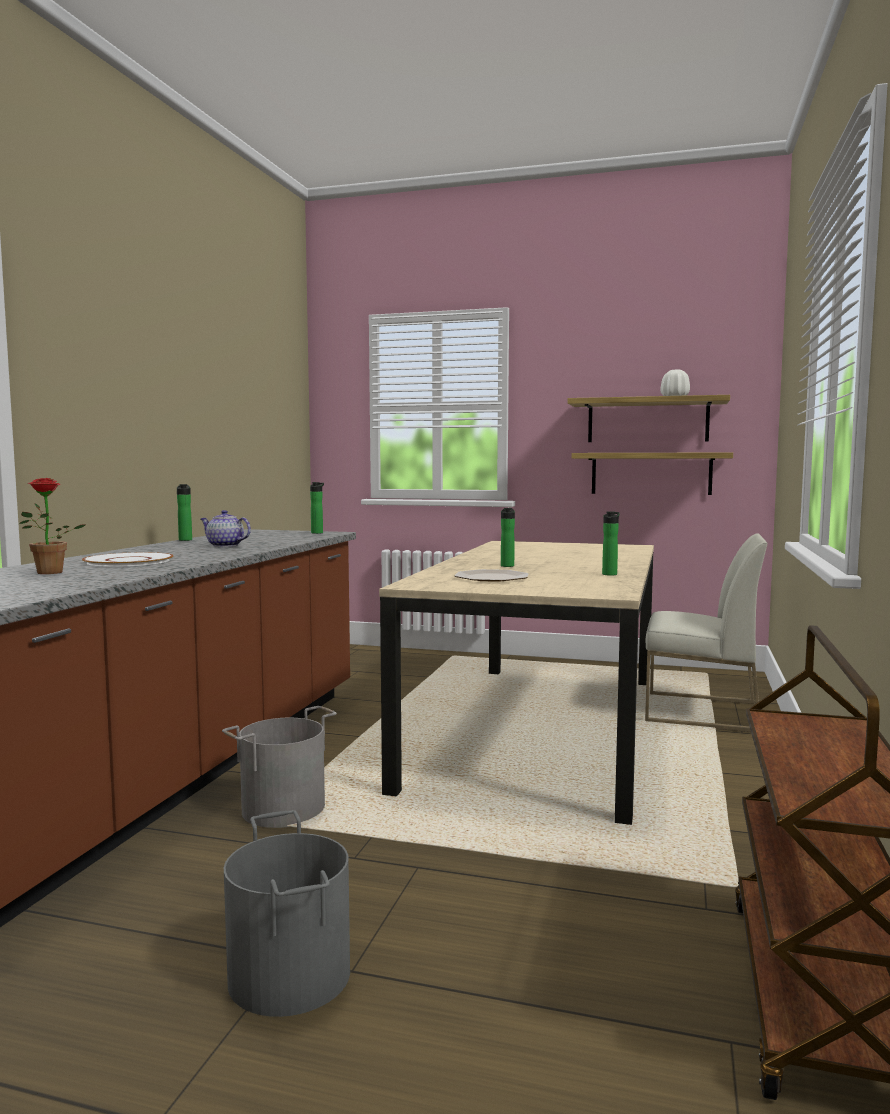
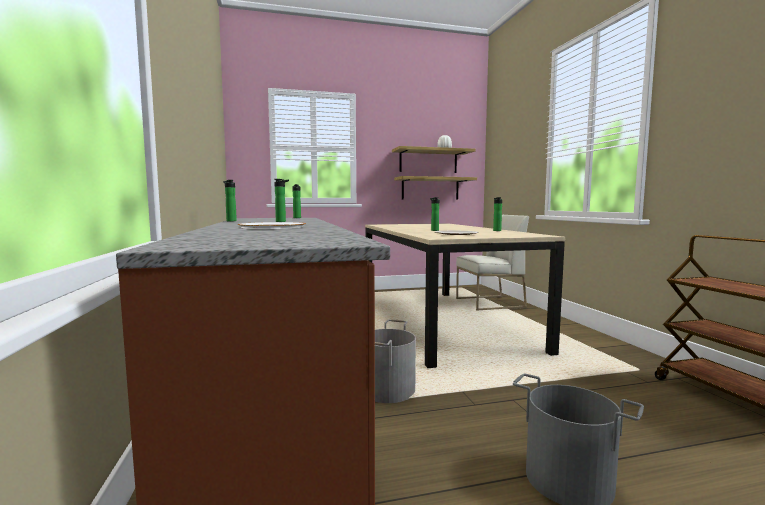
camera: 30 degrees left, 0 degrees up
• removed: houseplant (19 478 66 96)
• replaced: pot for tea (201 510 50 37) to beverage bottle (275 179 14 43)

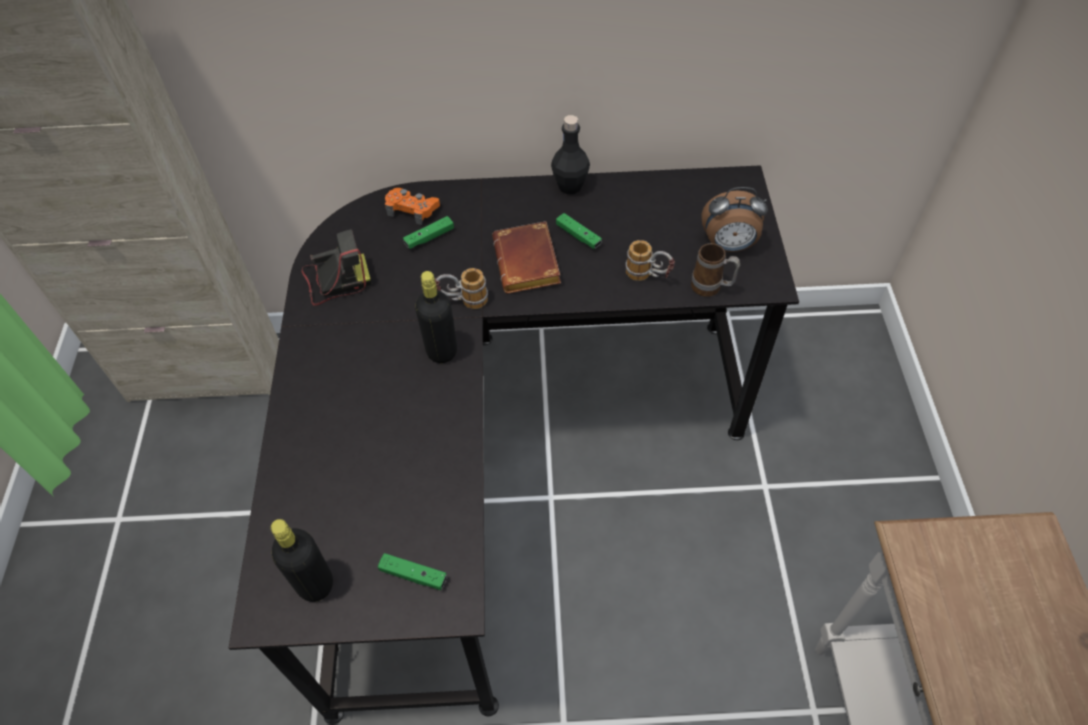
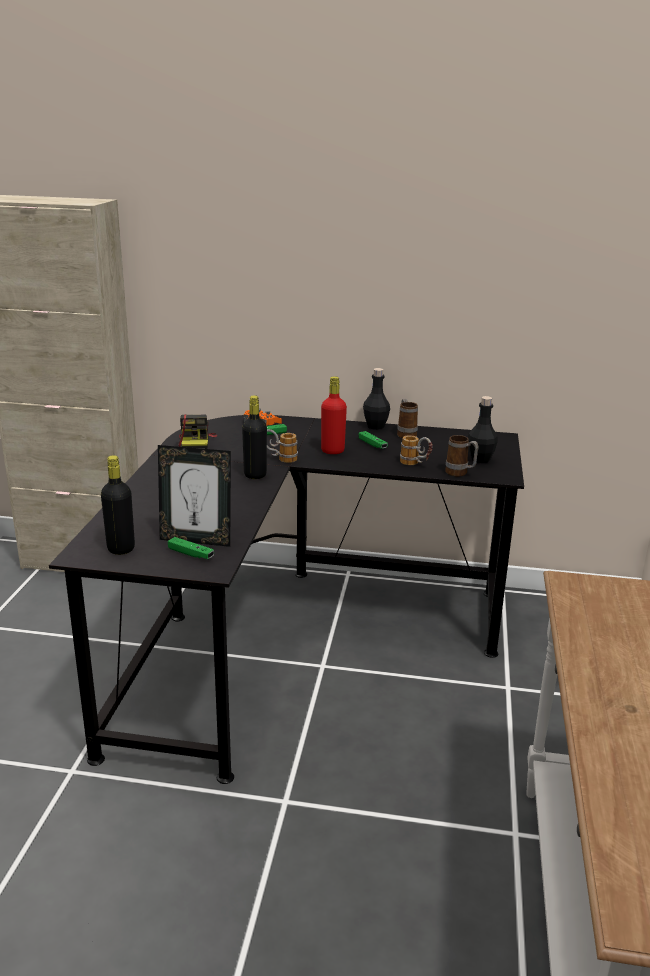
camera: 10 degrees right, 30 degrees down
• replaced: table clock (702 187 66 65) to beverage bottle in black-coloured (468 396 30 67)
• replaced: volume in brownish (492 221 69 72) to beverage bottle in reddish (321 376 26 78)
• turned: photo camera (302 229 69 77) = (178 414 39 35) 90 degrees clockwise
• added: coffee mug (397 399 21 39)
• added: photo frame (158 445 73 102)

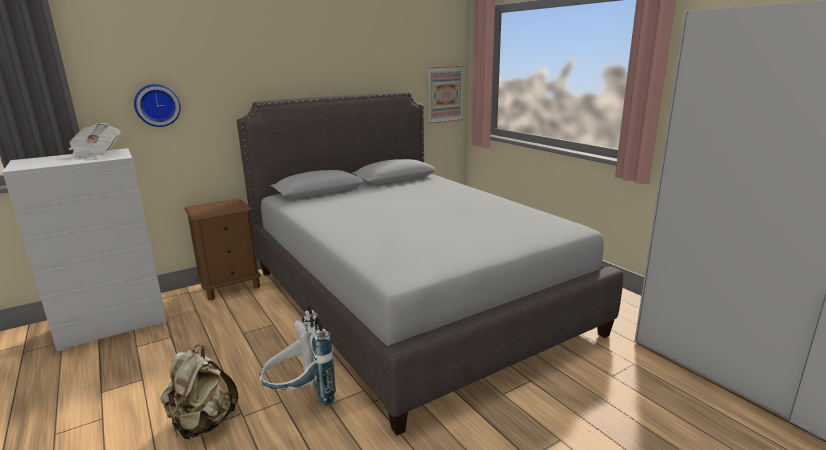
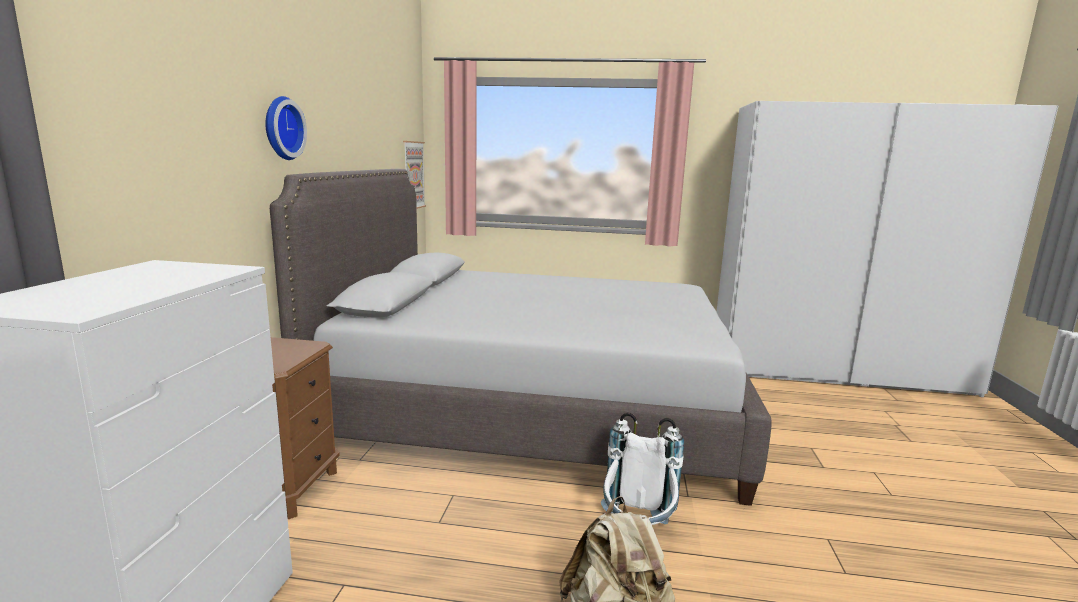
camera: 50 degrees left, 5 degrees down
• moved: hanging clock (134 84 47 43) to (265 96 42 64)
• removed: printed paper (69 123 52 37)

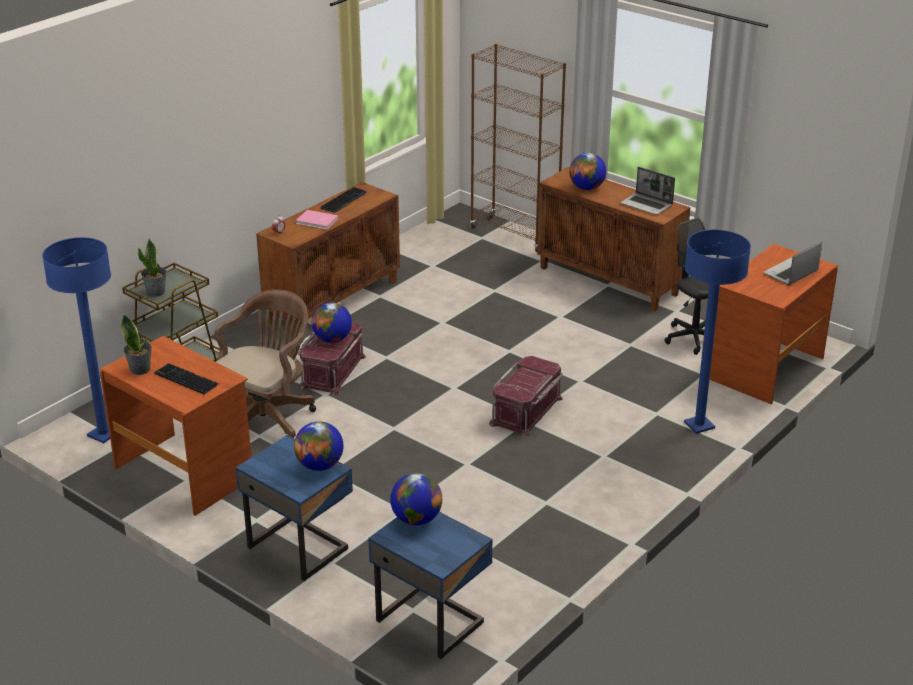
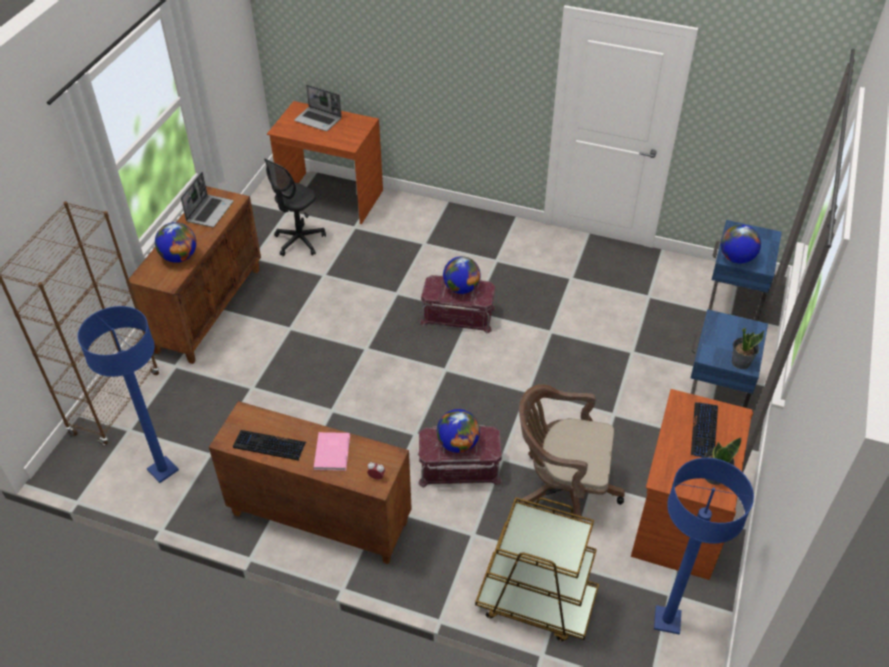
camera: 110 degrees left, 15 degrees up
• moved: standing lamp in bluish (684 230 67 204) to (78 306 101 177)
• moved: houseplant (138 239 28 58) to (732 328 32 41)
• moved: desk globe (294 421 50 50) to (443 256 38 38)

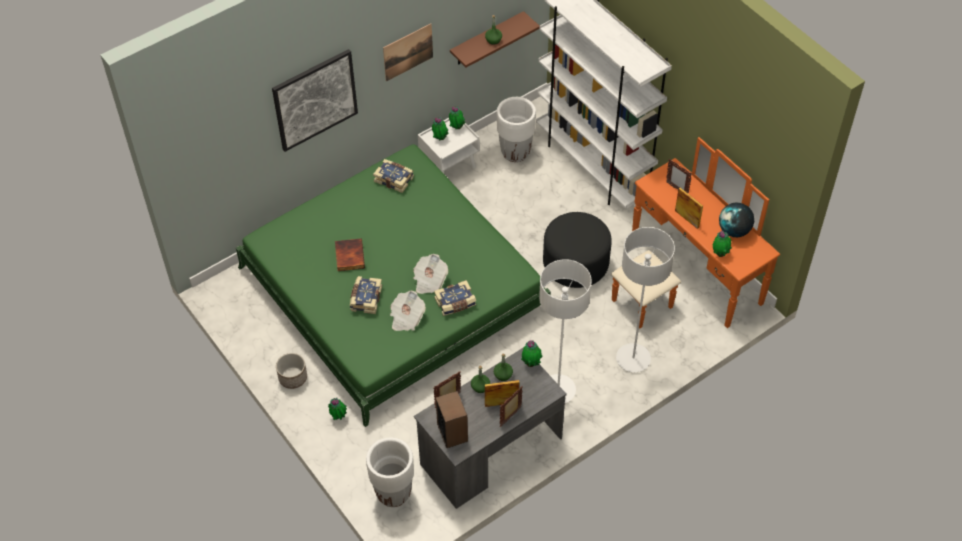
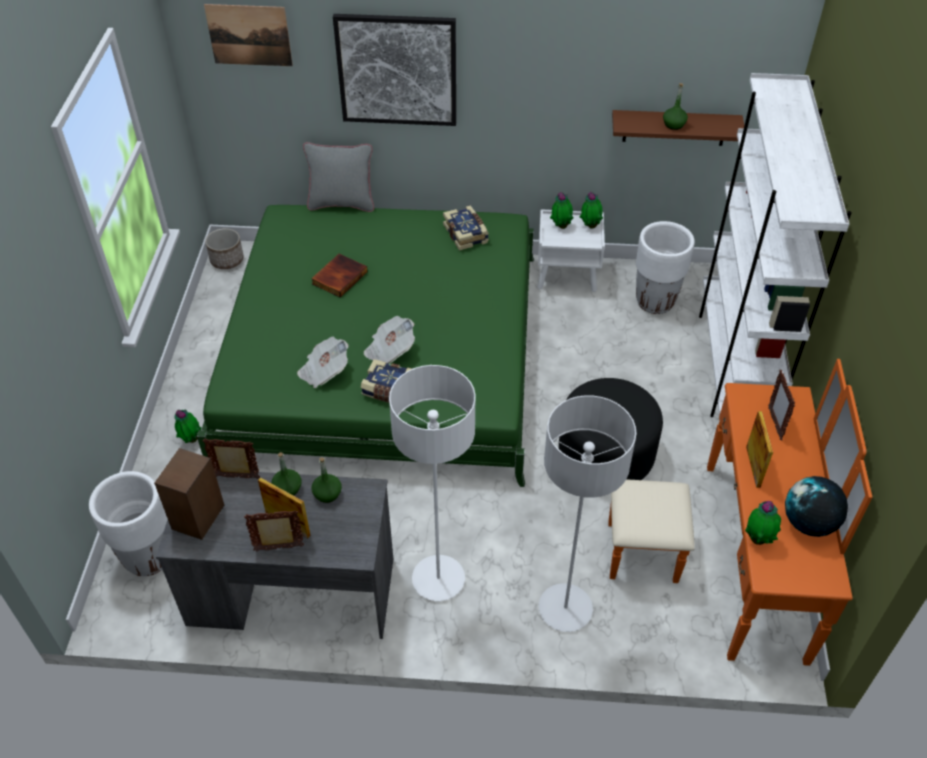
camera: 40 degrees right, 5 degrees down
• moved: wall picture (383 23 50 59) to (204 4 89 62)
• removed: volume (350 276 32 38)
• removed: houseplant (521 340 22 27)
• moved: flower pot (276 353 31 36) to (205 228 39 41)
• added: throw pillow in grey (303 142 71 70)

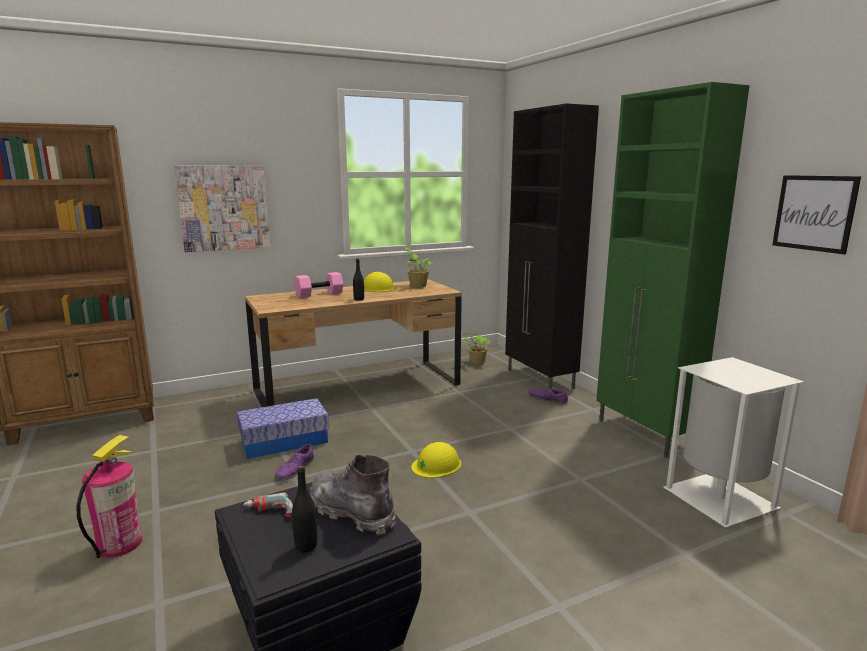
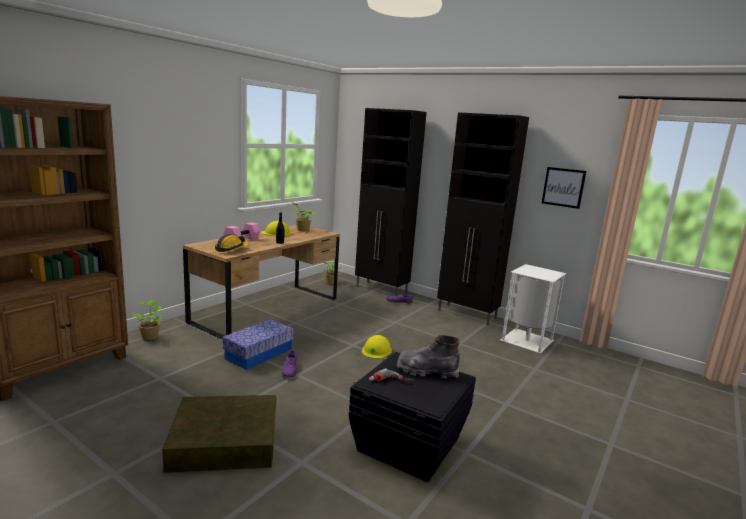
camera: 30 degrees left, 0 degrees up
• recoloured: cabinet in greenish (596 82 154 376) to cabinet in black-coloured (437 112 92 213)
• removed: wall picture (174 165 96 87)
• replaced: extinguisher (76 435 66 123) to storage box in brownish (162 395 115 78)
• removed: beverage bottle in black-coloured (292 465 25 87)
• added: safety helmet (213 234 35 19)
• added: houseplant (132 299 31 41)

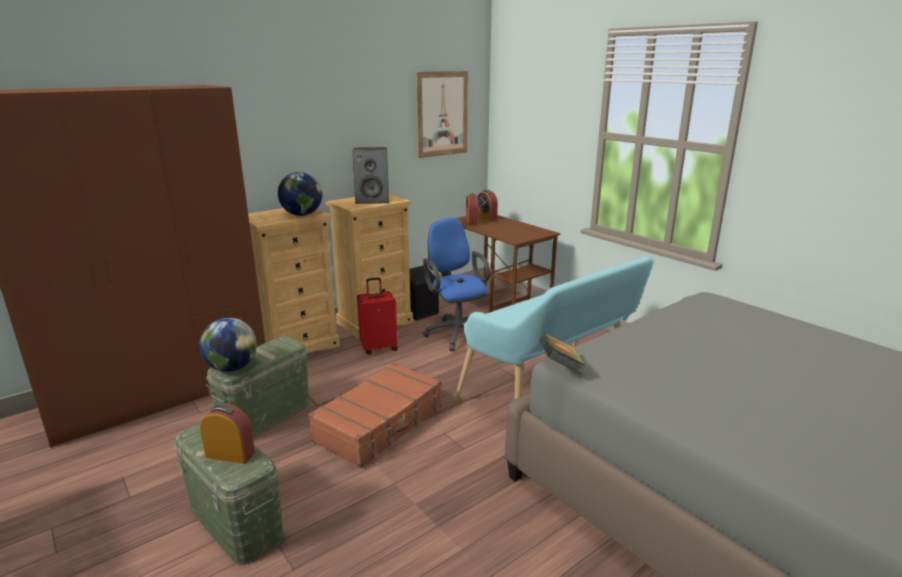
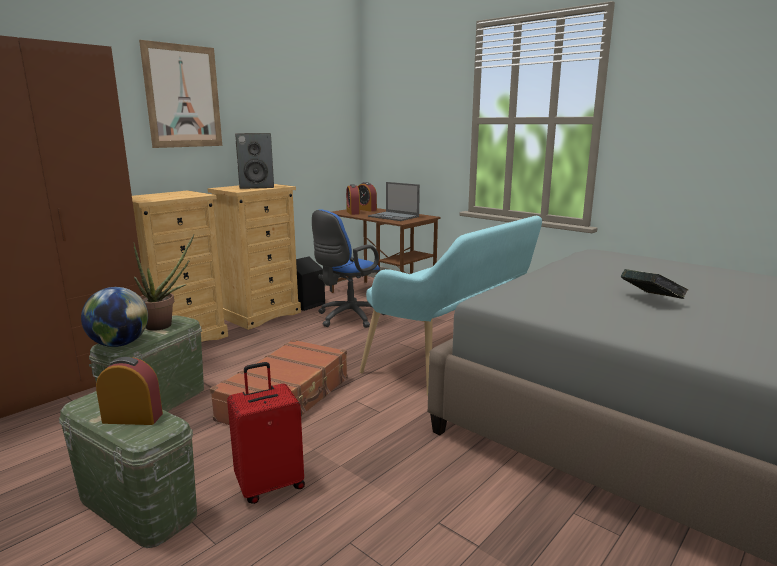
camera: 10 degrees left, 5 degrees down
• moved: wall picture (416 71 52 87) to (139 40 83 108)
• removed: desk globe (278 172 44 44)
• turned: office chair in bluish (423 218 67 133) = (312 209 73 119) 105 degrees counterclockwise
• moved: suitcase in reddish (357 277 41 78) to (227 362 78 142)
• moved: volume (539 333 47 41) to (621 269 67 30)
• added: laptop (368 182 52 39)
• added: houseplant (134 235 60 96)

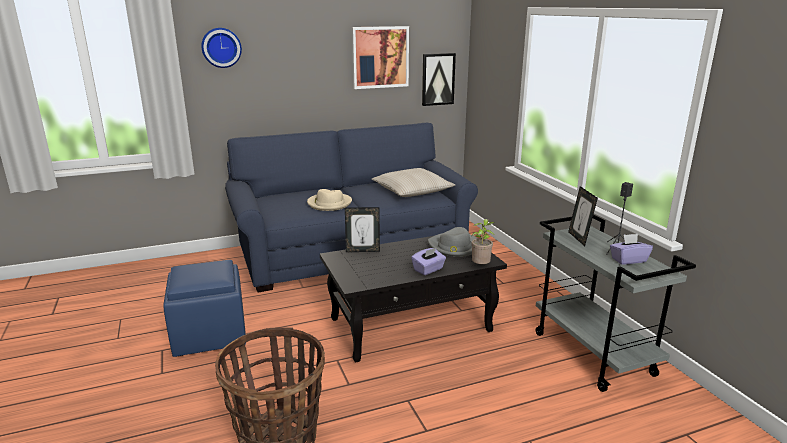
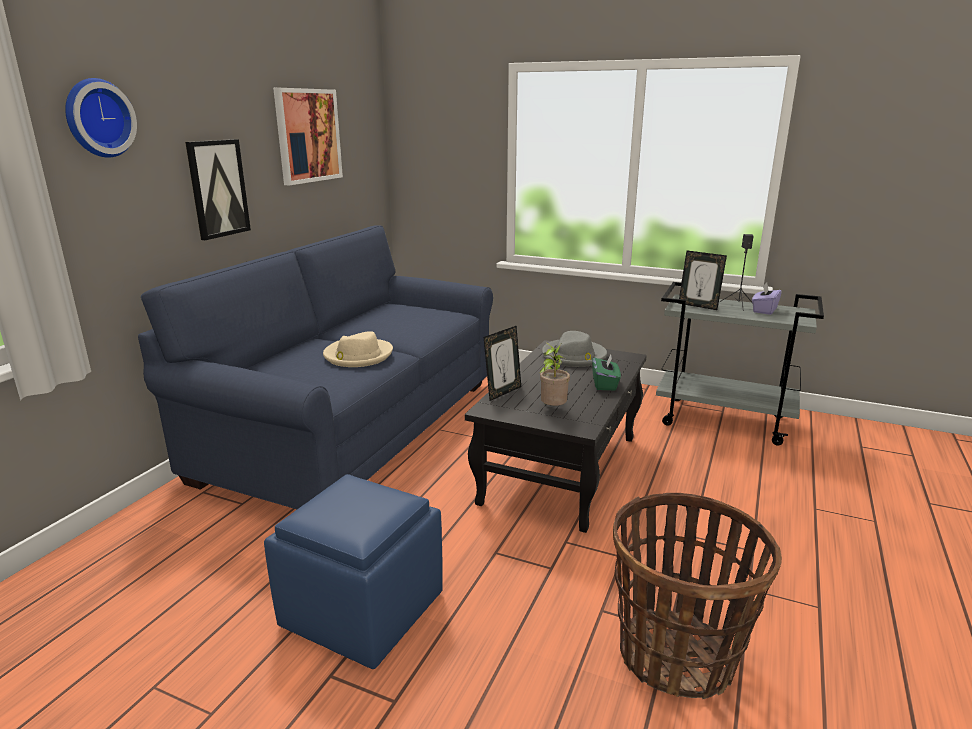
camera: 45 degrees left, 0 degrees up
• moved: wall picture (422 53 34 53) to (185 139 66 101)
• removed: throw pillow in sand-coloured (372 168 83 29)
• moved: houseplant (472 219 23 45) to (539 342 31 64)
• recoloured: tissue holder in purplish (411 247 35 28) to tissue holder in greenish (592 354 29 36)

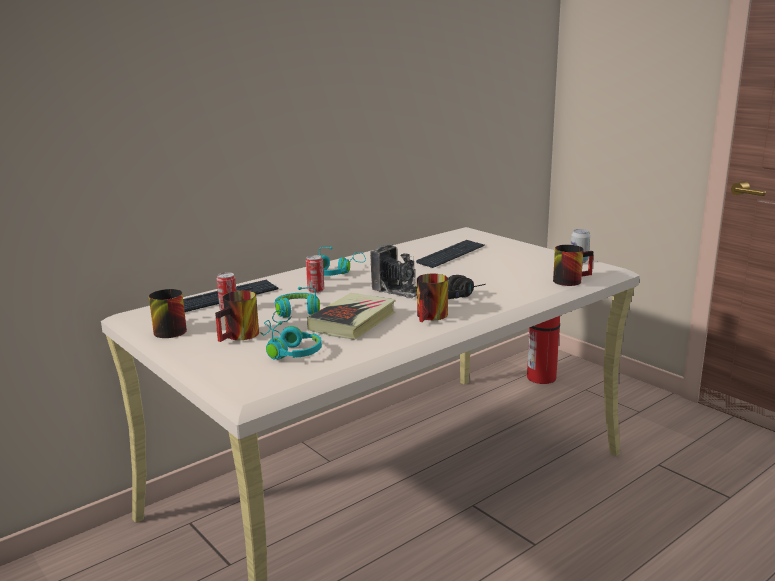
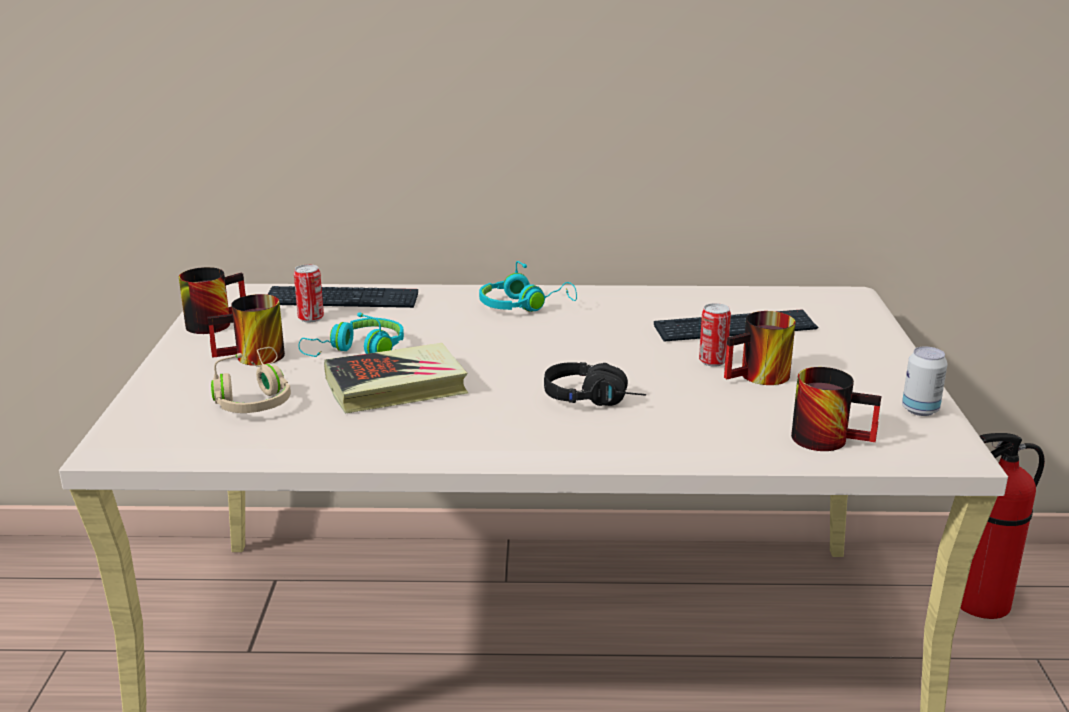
camera: 40 degrees right, 5 degrees up
• removed: photo camera (370 244 47 54)
• moved: can (306 255 18 38) to (699 303 32 64)
• moved: coffee mug (417 274 31 48) to (724 311 72 74)
• recoloured: headset in blue-green (260 320 62 39) to headset in sand-coloured (211 347 80 66)

